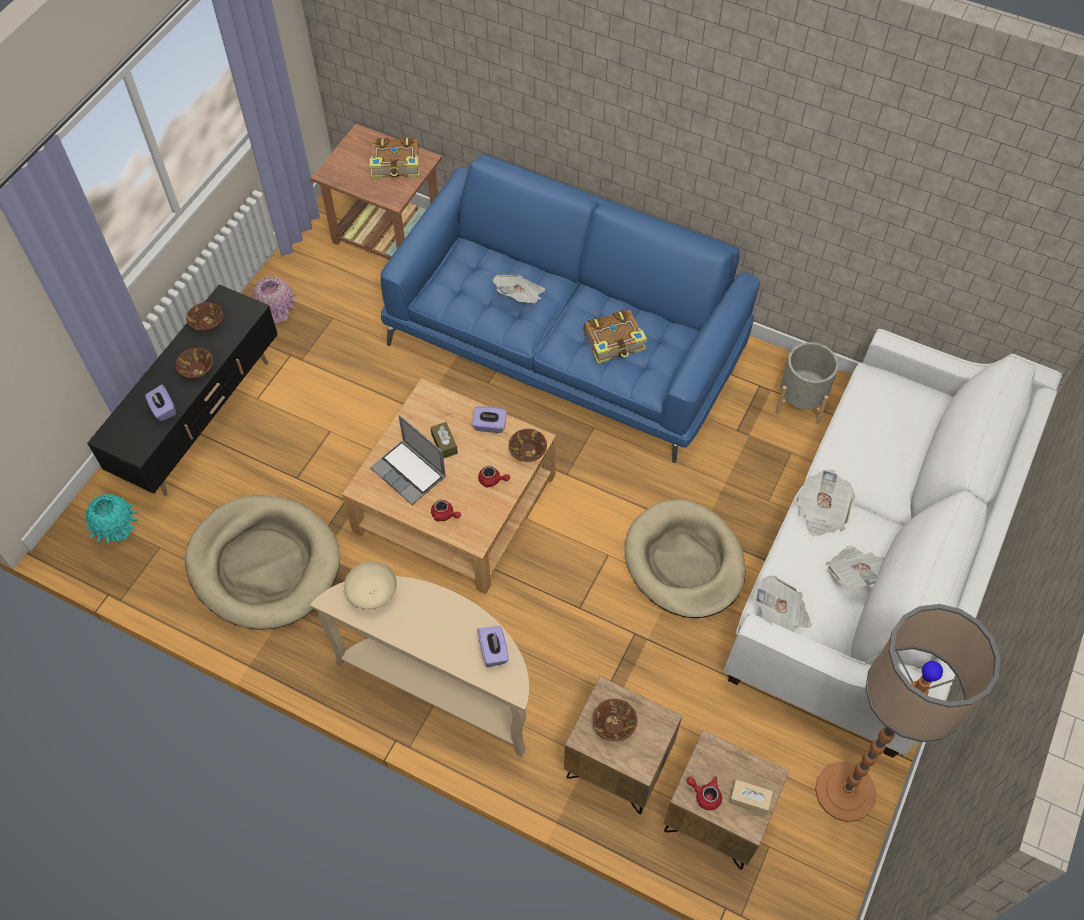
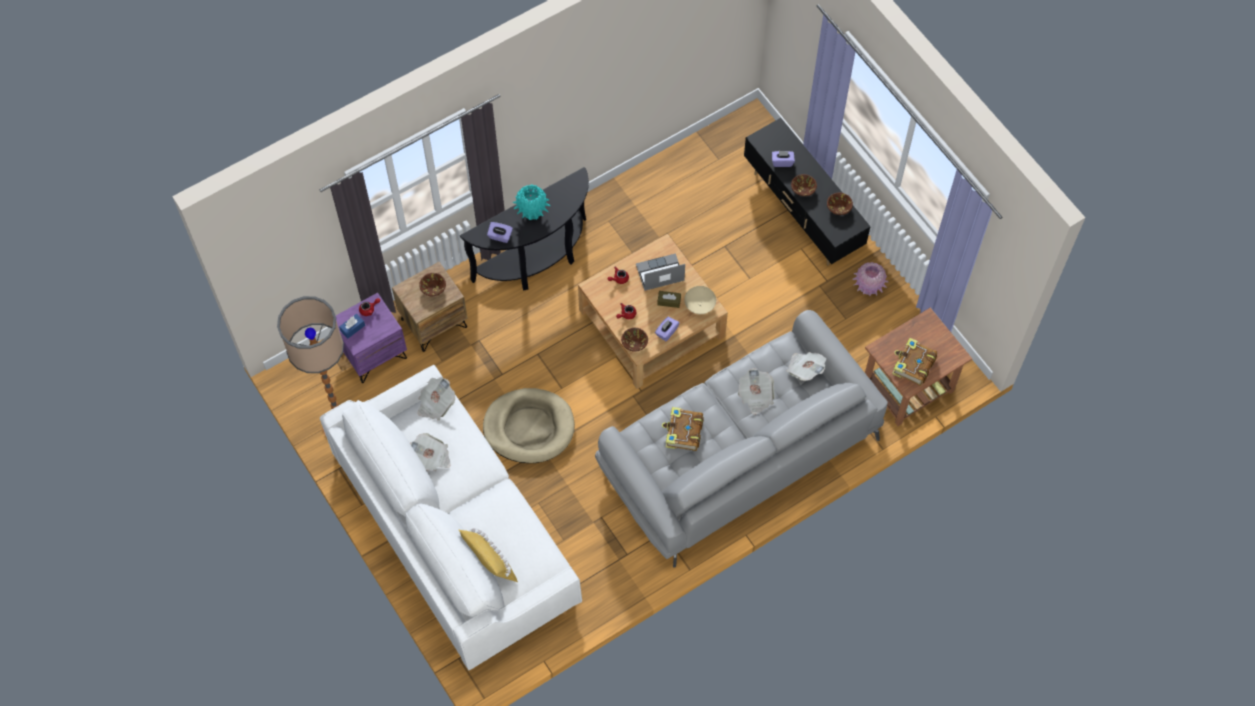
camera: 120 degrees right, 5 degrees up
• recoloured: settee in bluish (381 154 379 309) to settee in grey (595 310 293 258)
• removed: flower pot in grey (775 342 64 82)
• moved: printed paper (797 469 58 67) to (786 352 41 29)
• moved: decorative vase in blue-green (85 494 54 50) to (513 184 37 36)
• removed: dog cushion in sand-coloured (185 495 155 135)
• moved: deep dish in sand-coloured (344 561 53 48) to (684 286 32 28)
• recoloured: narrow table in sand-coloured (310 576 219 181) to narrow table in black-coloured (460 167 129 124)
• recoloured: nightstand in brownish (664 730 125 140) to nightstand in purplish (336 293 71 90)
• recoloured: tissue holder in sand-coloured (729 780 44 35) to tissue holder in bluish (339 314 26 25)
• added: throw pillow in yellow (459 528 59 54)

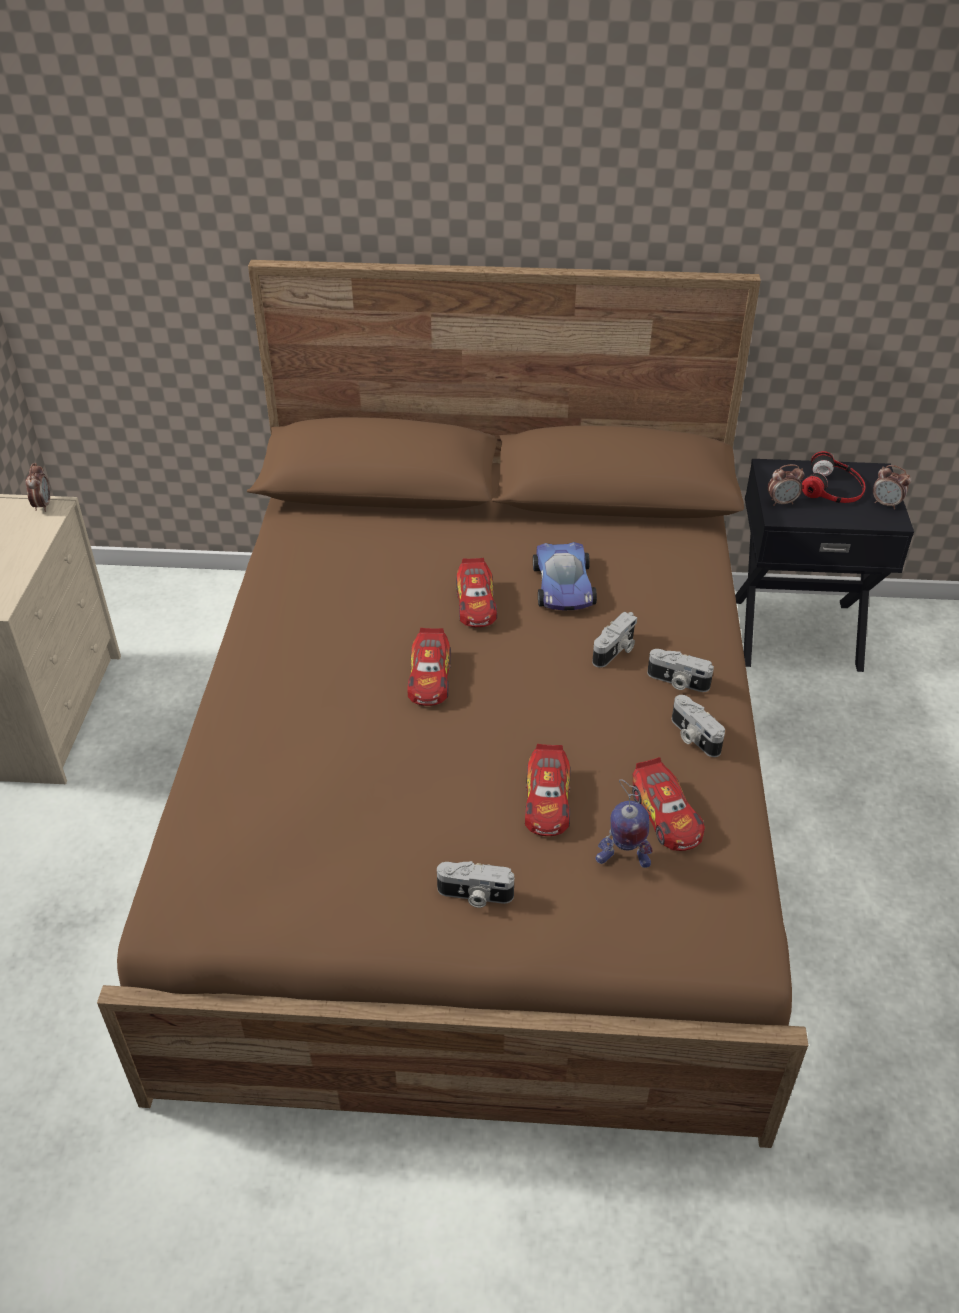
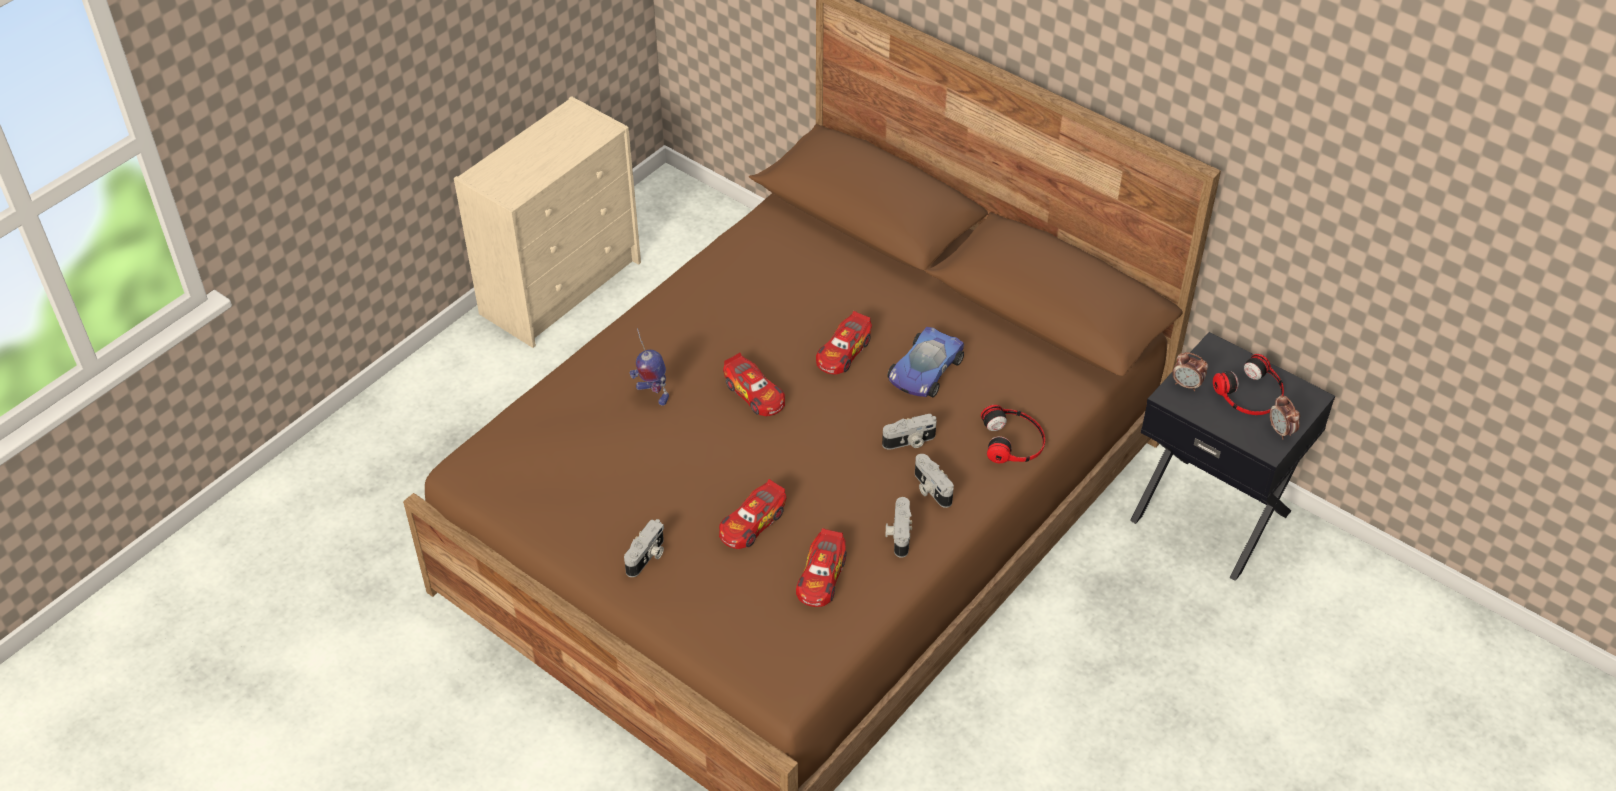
camera: 35 degrees right, 5 degrees up
• removed: table clock (25 463 25 49)
• turned: model car (407 628 44 78) = (723 352 62 64) 75 degrees counterclockwise
• moved: robot figure (596 779 57 89) to (630 328 39 78)
• turned: photo camera (437 861 77 47) = (624 519 40 58) 105 degrees counterclockwise
• added: headset (981 405 64 58)

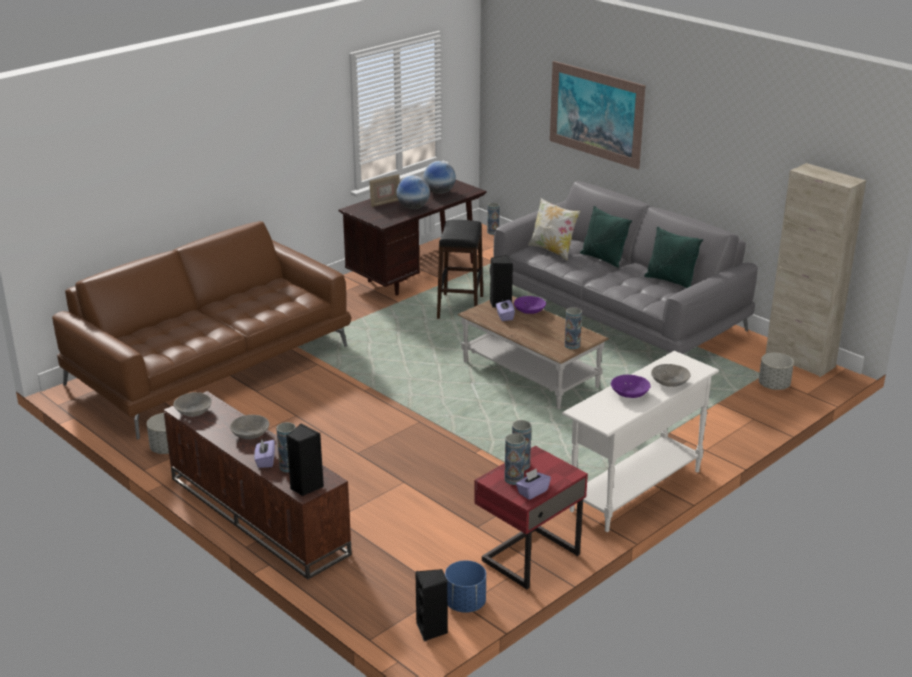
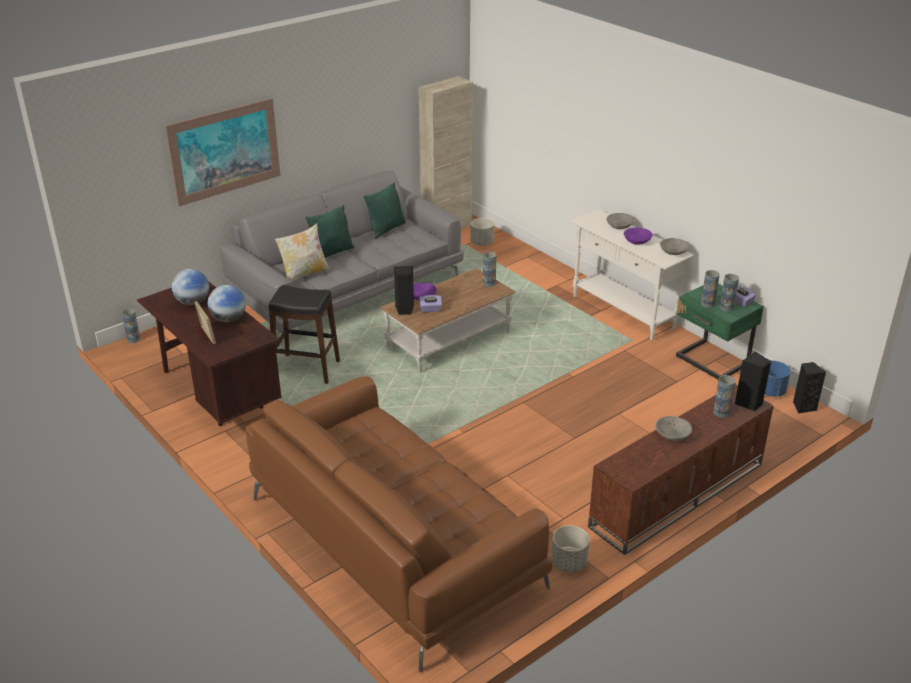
camera: 85 degrees left, 5 degrees up
• moved: deep dish in grey (173 392 39 25) to (660 238 29 17)
• removed: tissue holder in purplish (254 439 21 29)
• recoloured: nightstand in reddish (474 446 114 144) to nightstand in greenish (676 284 88 96)

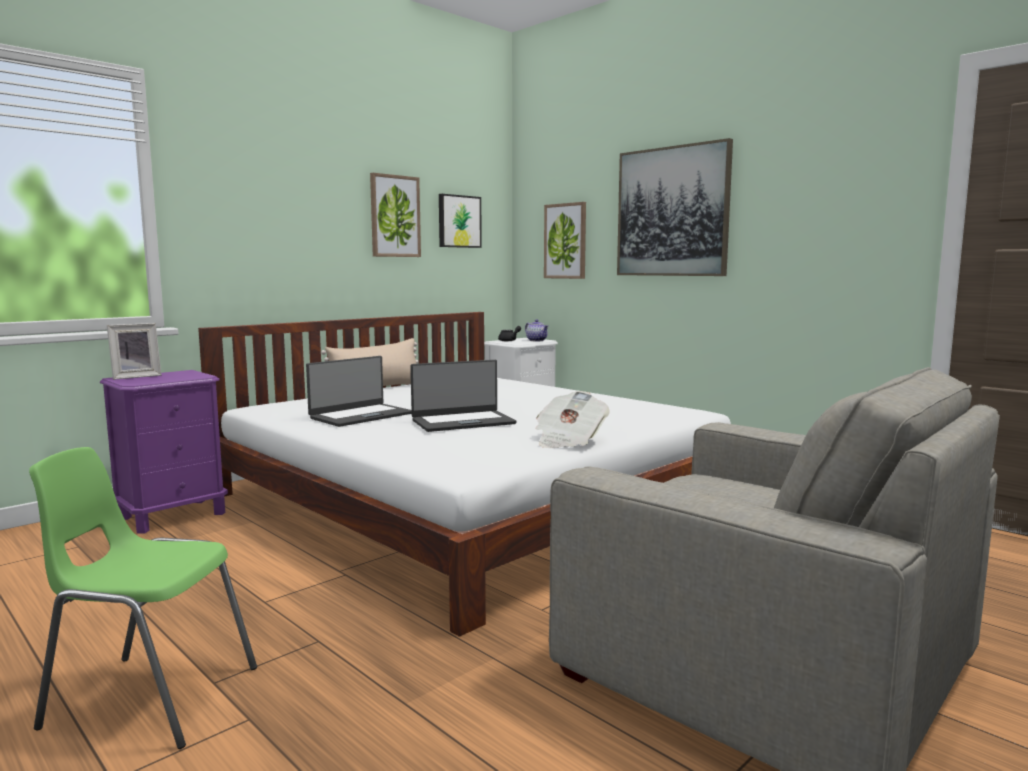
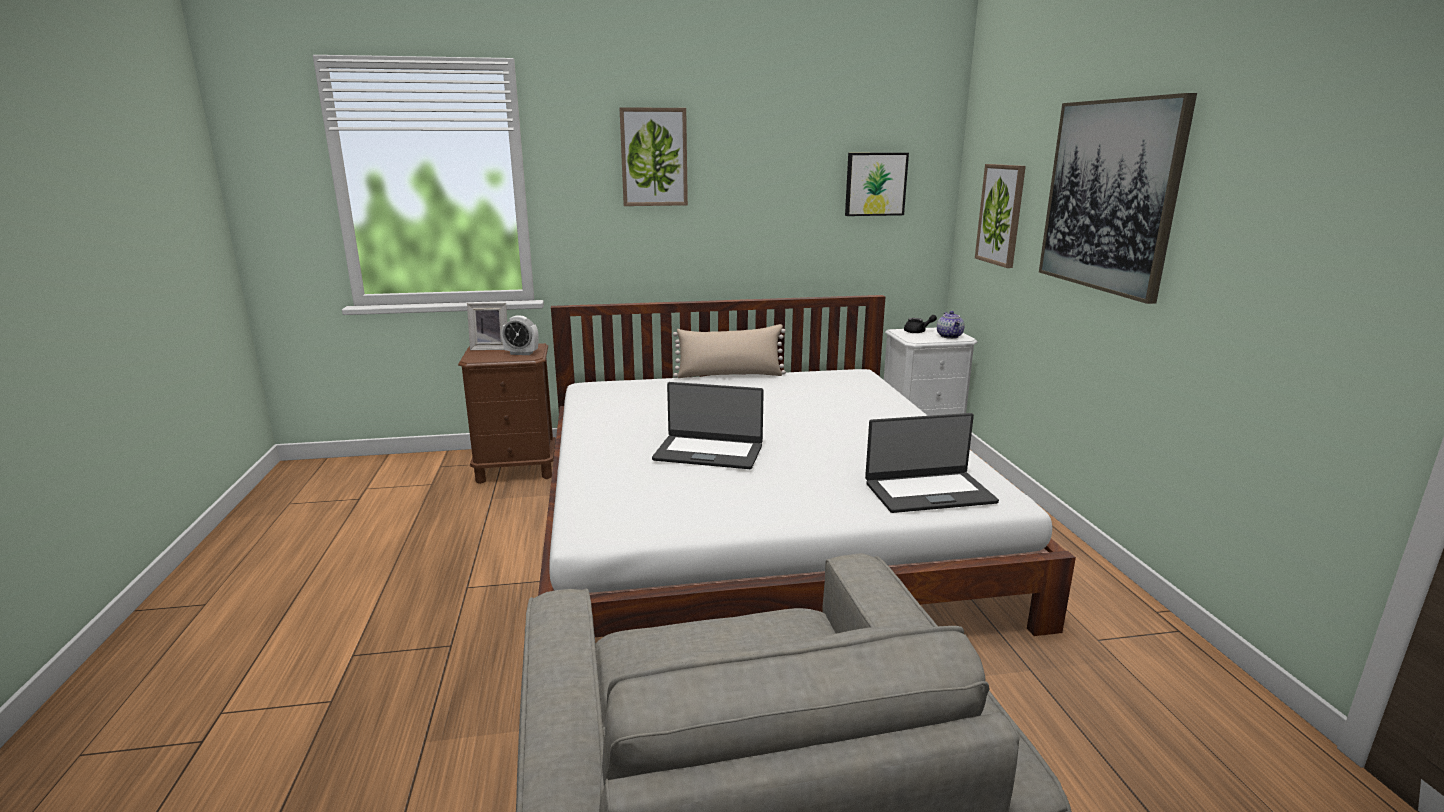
camera: 35 degrees right, 10 degrees up
• moved: wall picture (370 173 51 84) to (620 107 68 99)
• moved: laptop (306 356 106 71) to (865 413 134 100)
• recoloured: nightstand in purplish (100 370 128 164) to nightstand in brownish (458 343 98 141)
• removed: printed paper (535 391 75 57)
• removed: chair in greenish (29 447 228 302)
• added: table clock (501 316 38 39)

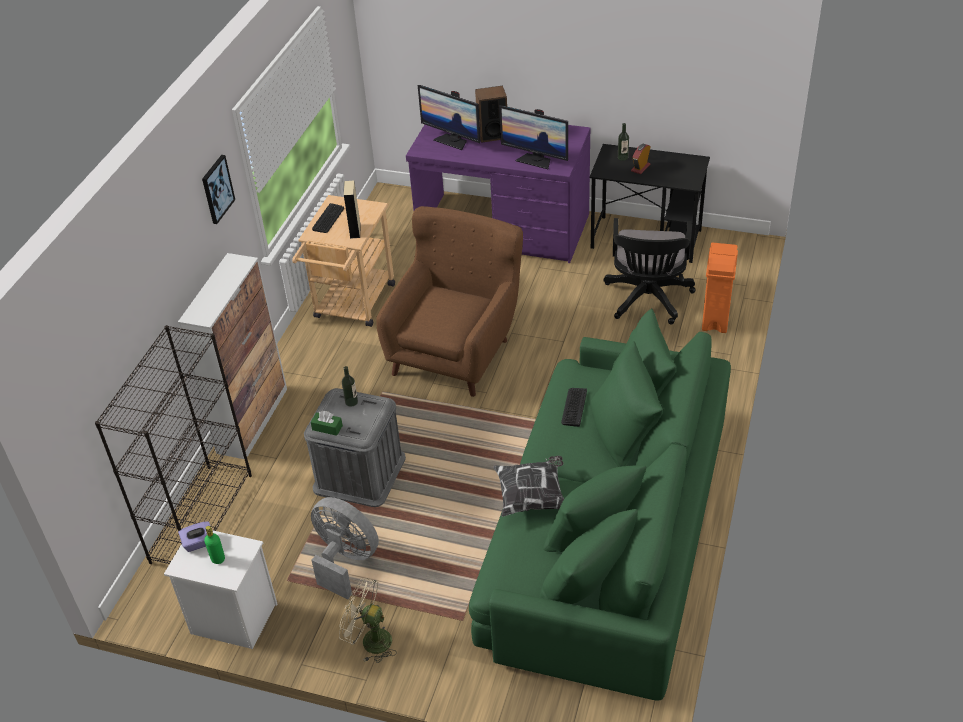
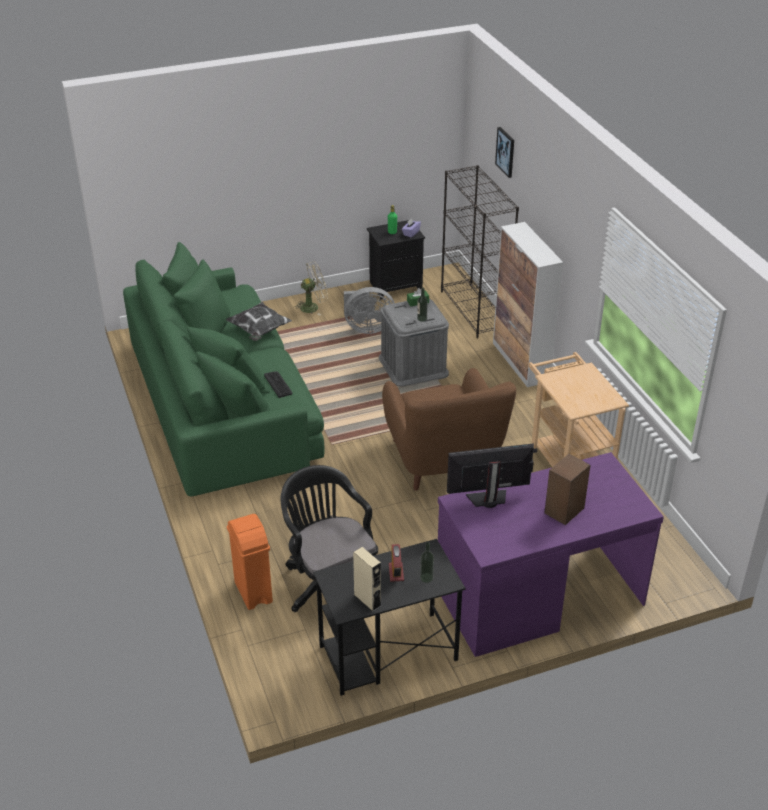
camera: 140 degrees right, 5 degrees down
• removed: computer display (418 85 63 65)
• moved: wall picture (202 155 33 69) to (495 127 19 51)
• moved: loudspeaker in sand-coloured (344 181 17 58) to (353 547 28 65)
• removed: keyboard (312 203 32 30)
• recoloured: nightstand in white (164 530 113 119) to nightstand in black-coloured (367 220 58 80)

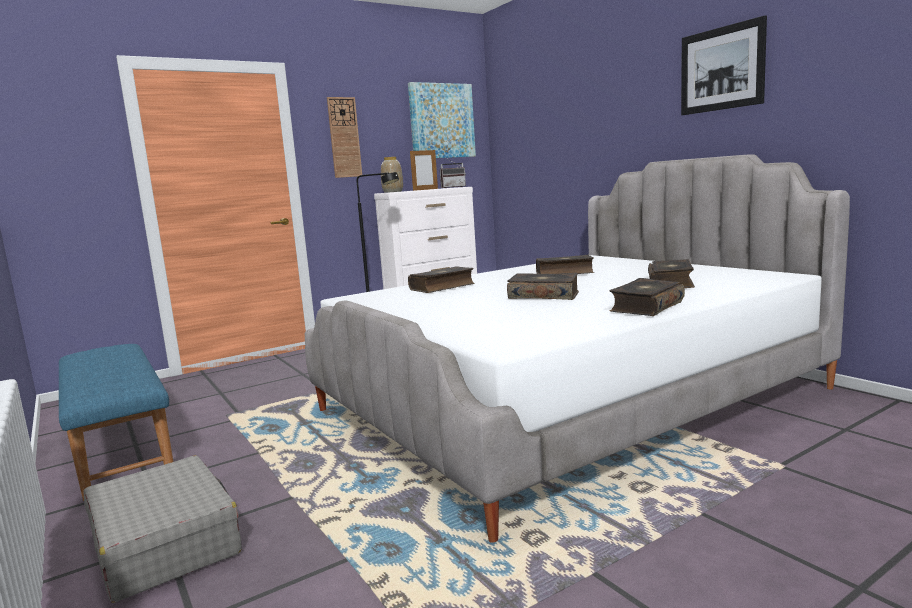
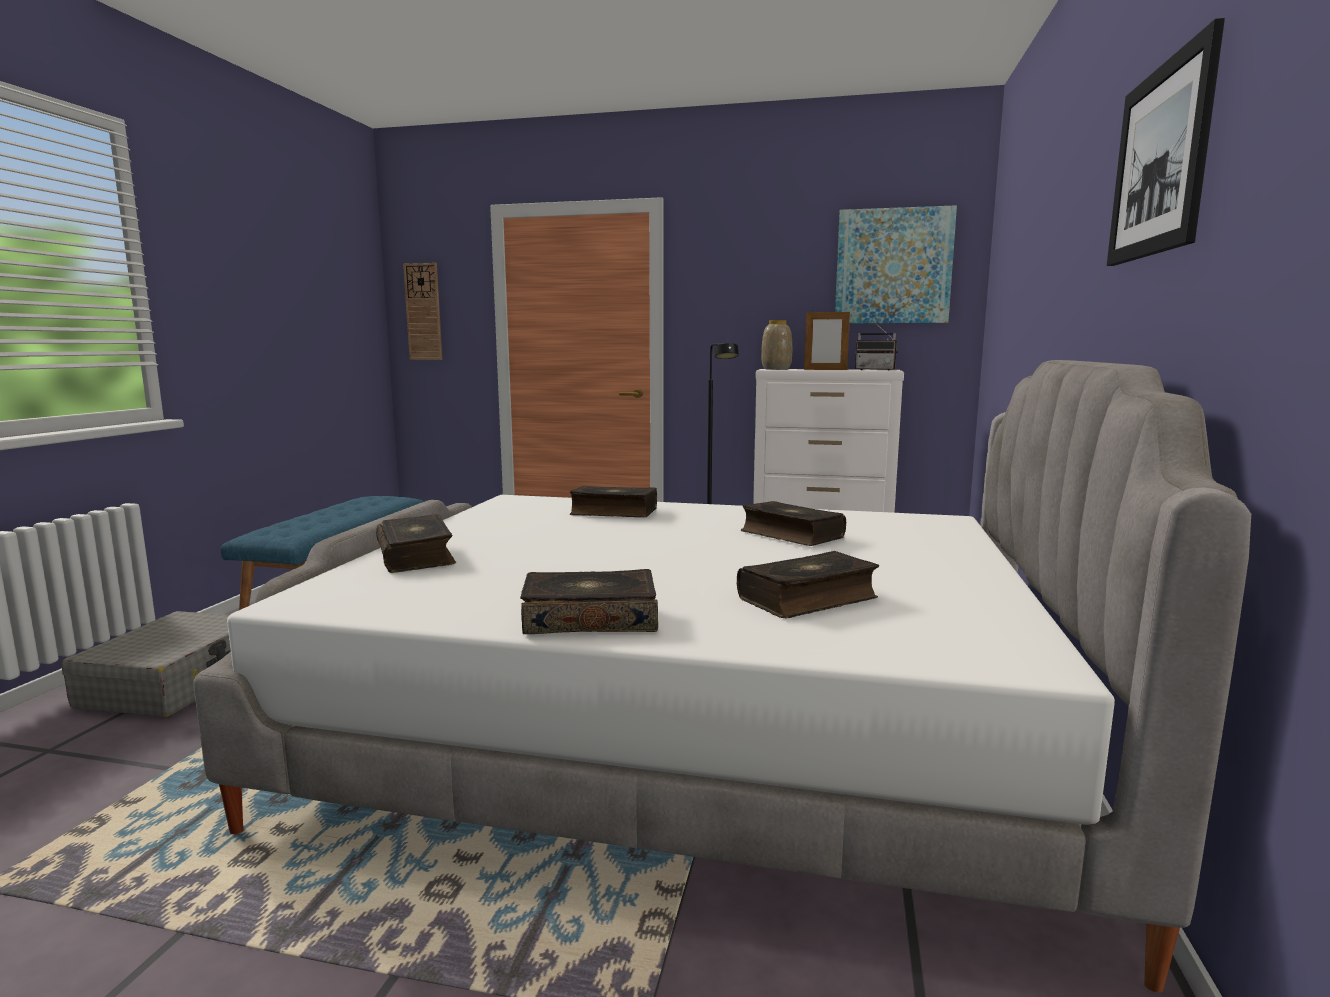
camera: 45 degrees right, 0 degrees up
• moved: hanging clock (327 97 35 81) to (403 263 39 97)
• moved: volume (507 273 72 27) to (376 514 80 59)

